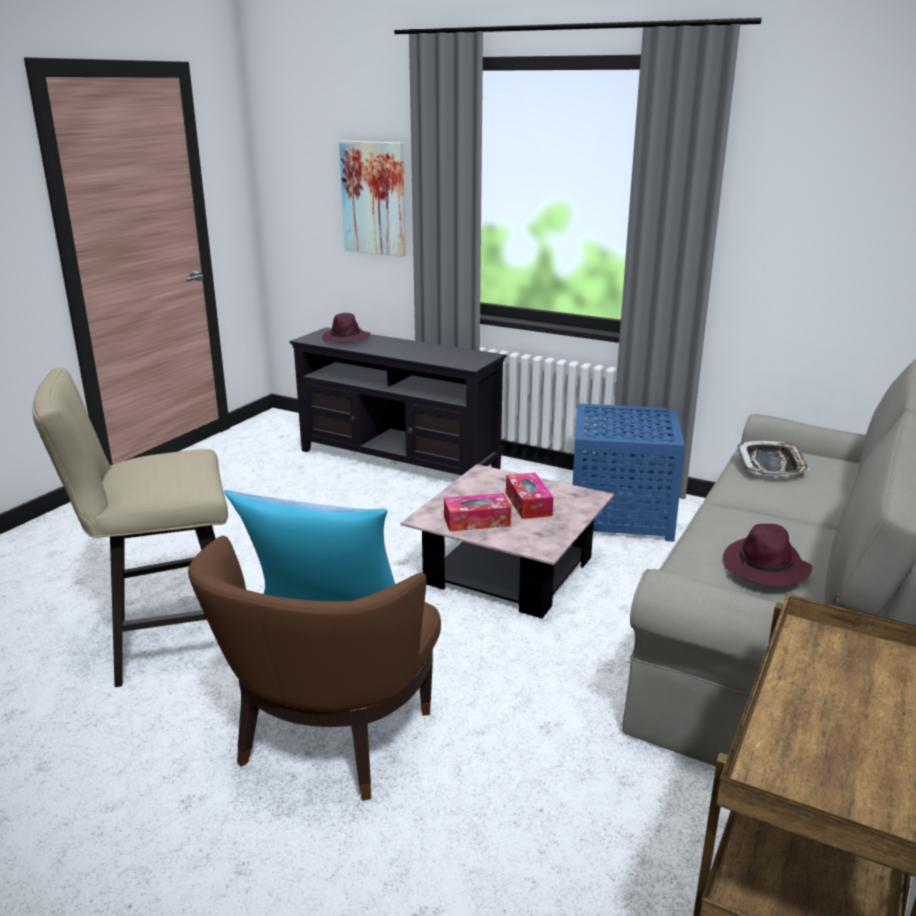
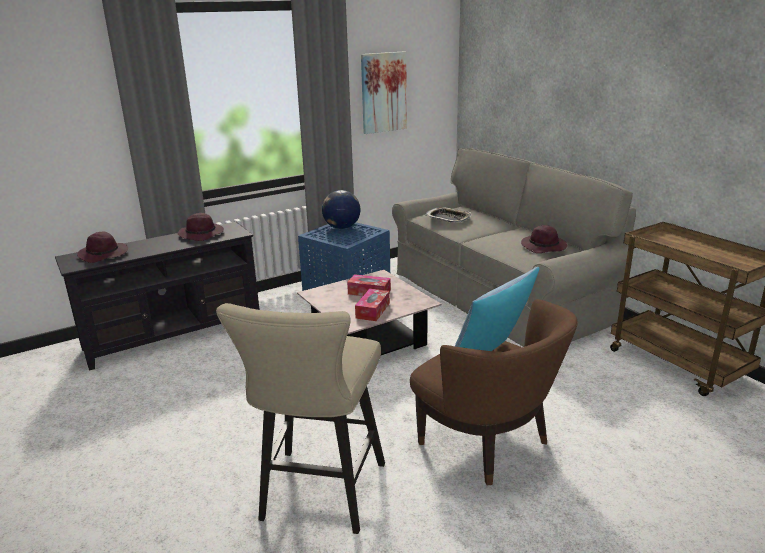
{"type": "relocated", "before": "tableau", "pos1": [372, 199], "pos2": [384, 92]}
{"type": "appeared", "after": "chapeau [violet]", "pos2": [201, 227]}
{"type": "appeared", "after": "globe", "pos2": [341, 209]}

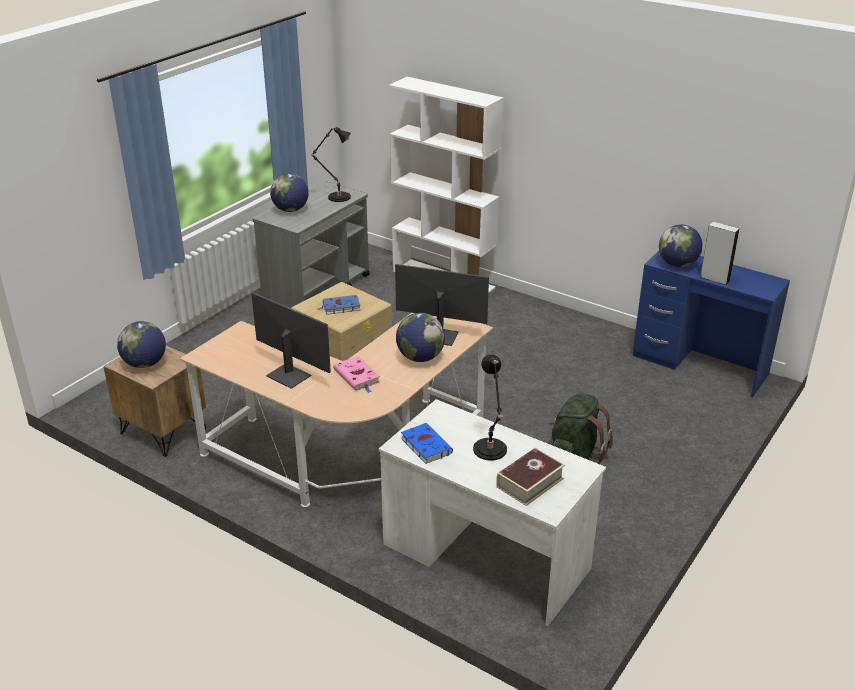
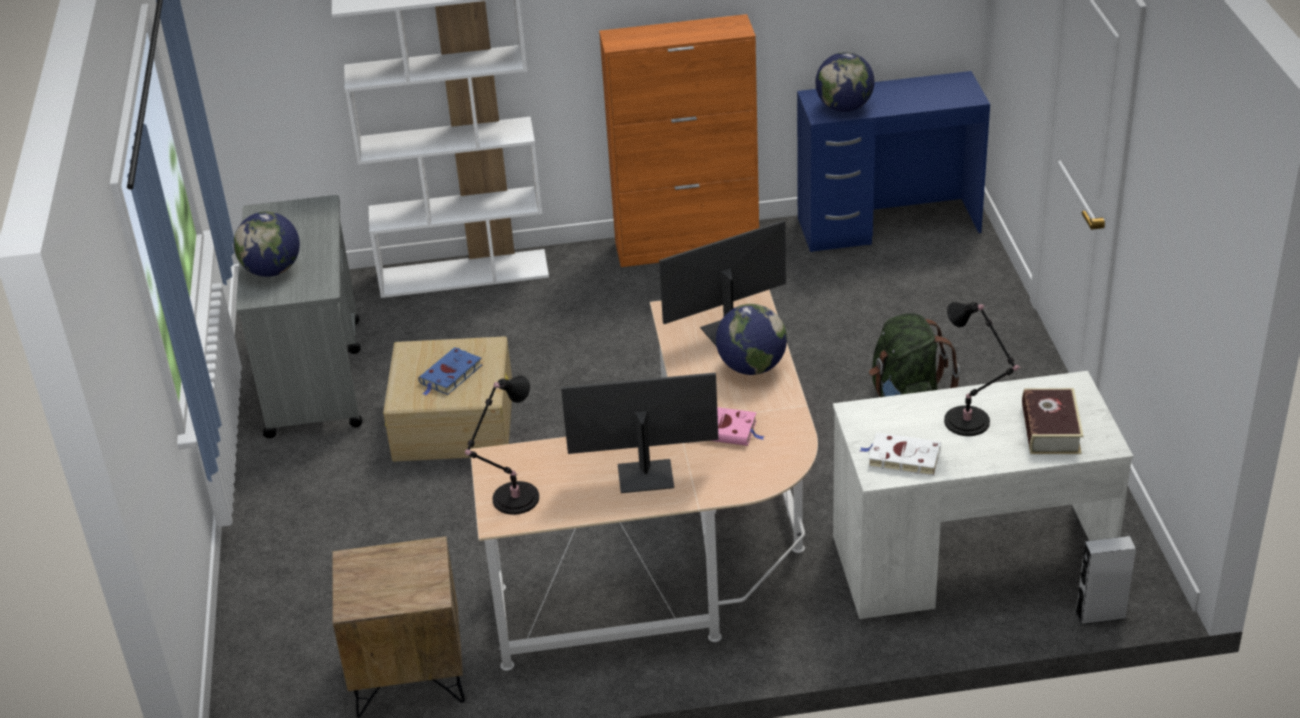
{"type": "missing", "before": "globe", "pos1": [141, 344]}
{"type": "relocated", "before": "lampe de table [noir]", "pos1": [330, 164], "pos2": [502, 445]}
{"type": "colour", "before": "livre [bleu]", "after": "livre [blanc]", "pos1": [427, 443], "pos2": [900, 454]}
{"type": "relocated", "before": "enceinte [gris]", "pos1": [720, 253], "pos2": [1105, 580]}
{"type": "appeared", "after": "meuble de rangement [orange]", "pos2": [679, 140]}

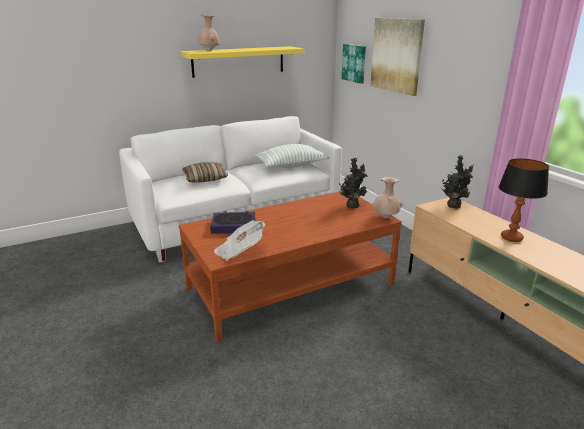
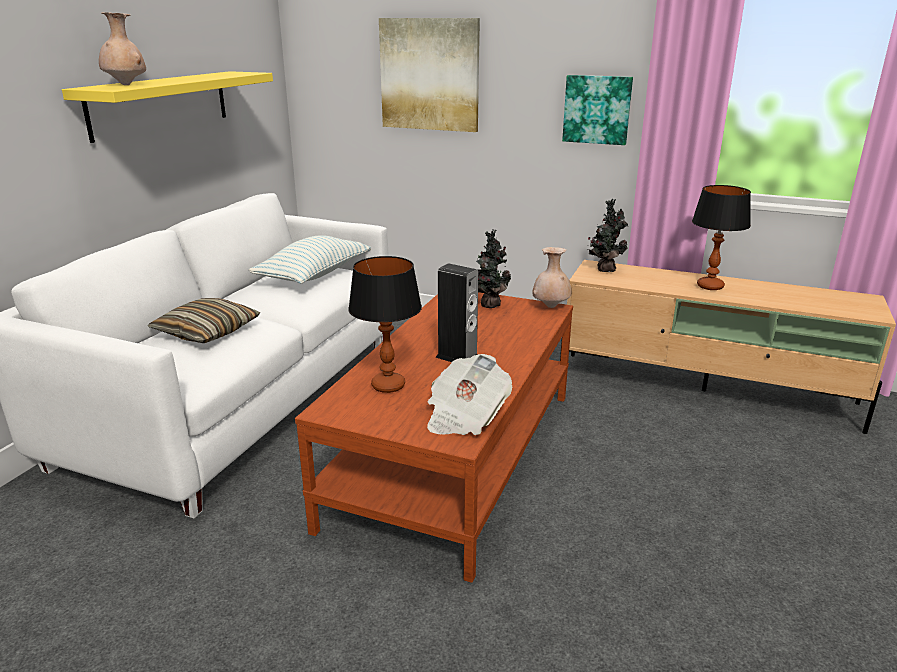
{"type": "exchanged", "before": "livre", "after": "lampe de table", "pos1": [233, 222], "pos2": [385, 324]}
{"type": "relocated", "before": "tableau", "pos1": [354, 64], "pos2": [597, 110]}
{"type": "appeared", "after": "enceinte", "pos2": [456, 312]}

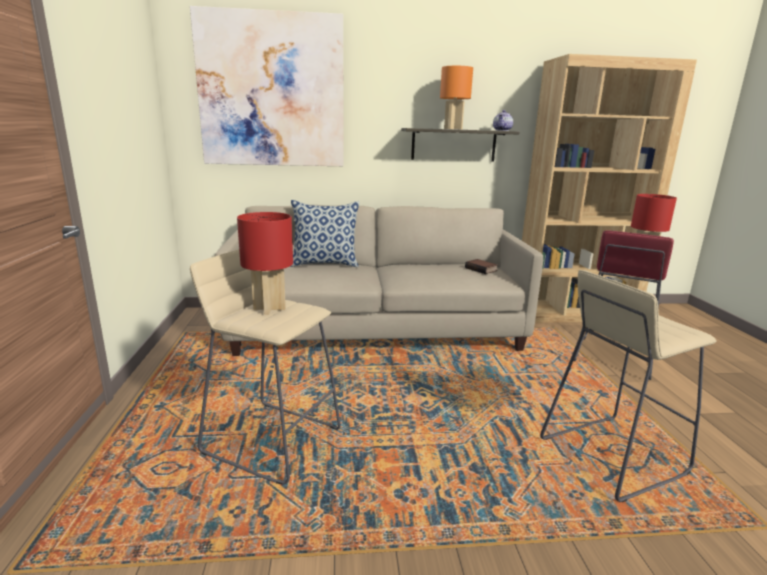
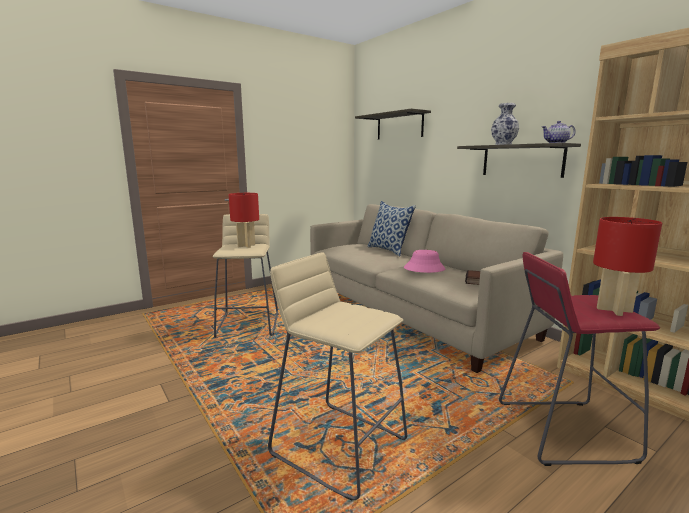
{"type": "exchanged", "before": "tableau", "after": "étagère", "pos1": [266, 86], "pos2": [393, 124]}
{"type": "exchanged", "before": "lampe de table [orange]", "after": "vase", "pos1": [456, 97], "pos2": [505, 124]}
{"type": "appeared", "after": "chapeau [rose]", "pos2": [424, 261]}

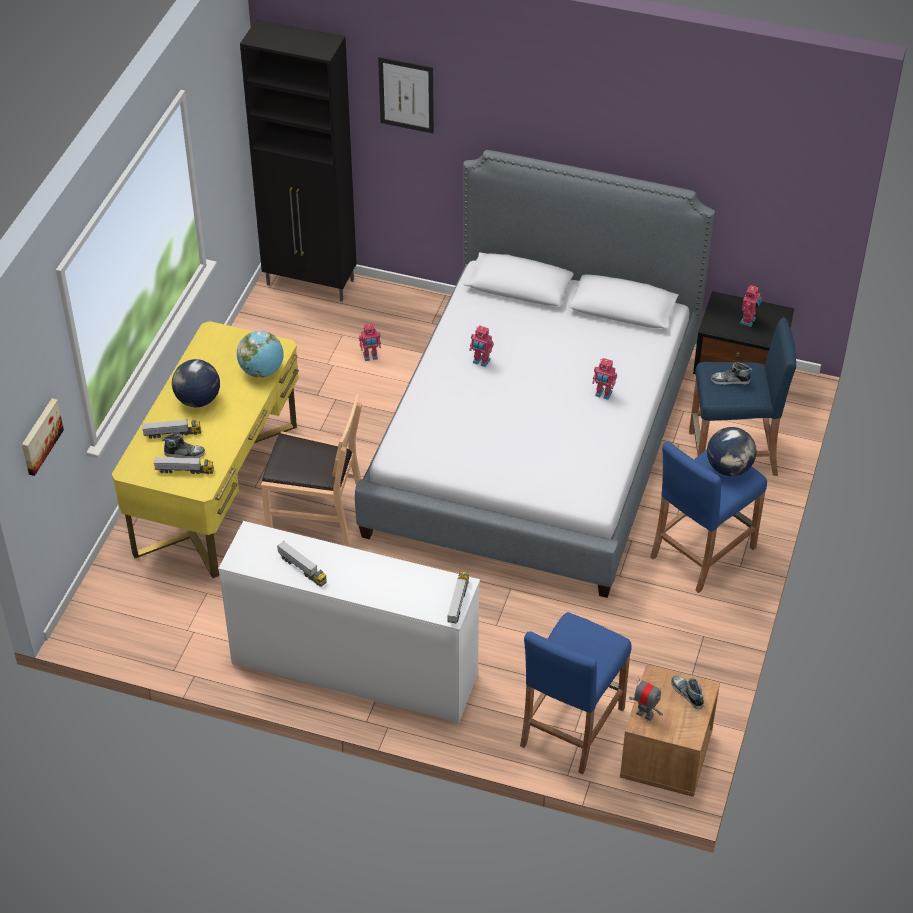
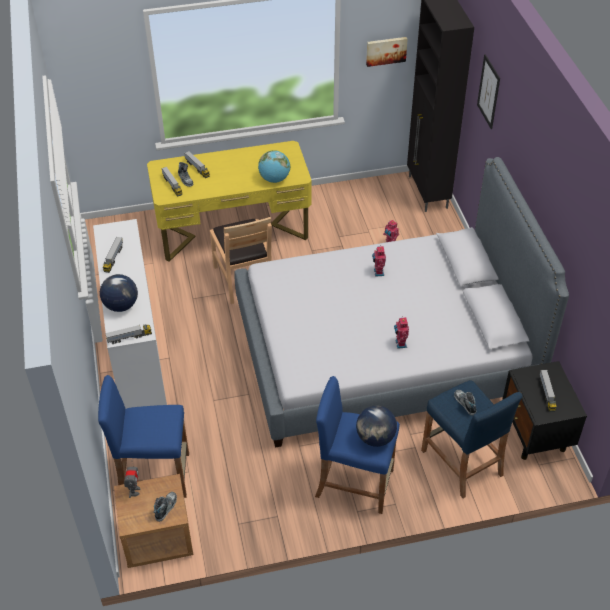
{"type": "relocated", "before": "tableau", "pos1": [43, 437], "pos2": [387, 52]}
{"type": "relocated", "before": "globe", "pos1": [196, 383], "pos2": [119, 293]}
{"type": "exchanged", "before": "robot jouet", "after": "camion jouet", "pos1": [751, 306], "pos2": [548, 391]}

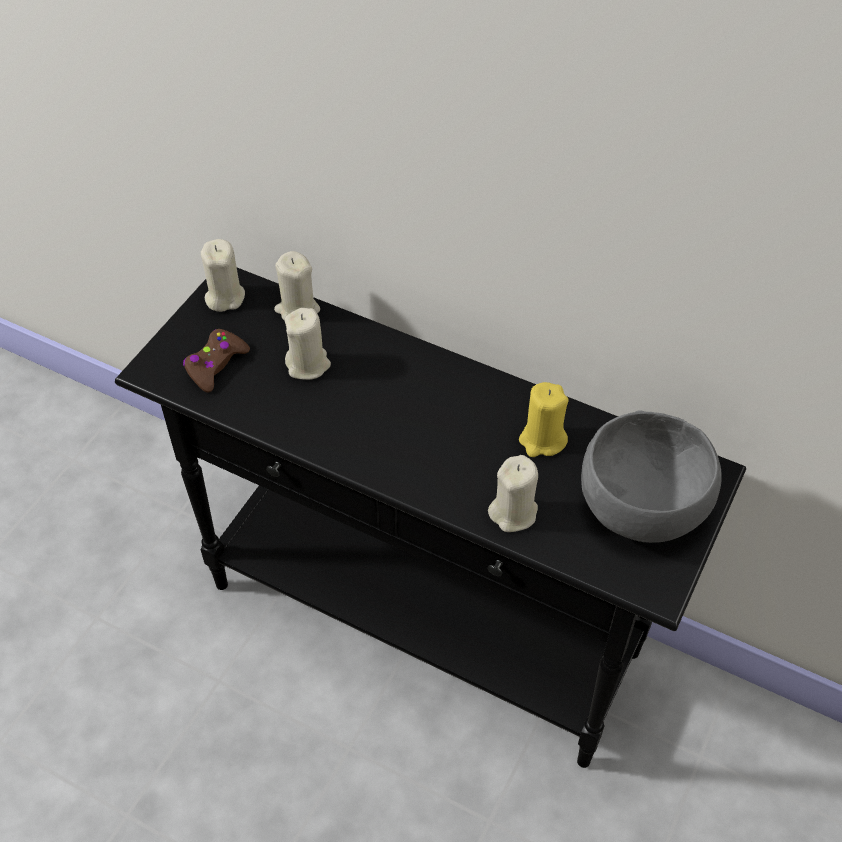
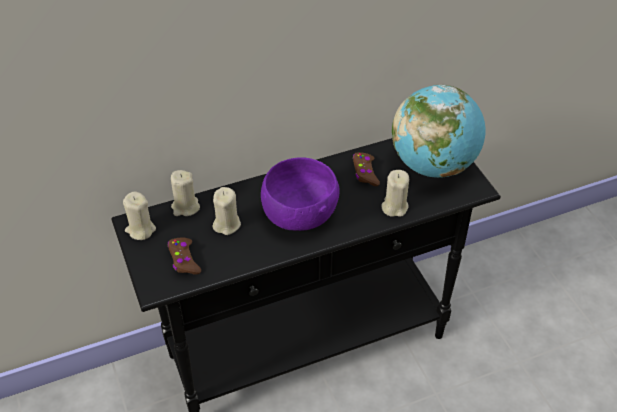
{"type": "exchanged", "before": "bougie [jaune]", "after": "manette [marron]", "pos1": [544, 419], "pos2": [366, 169]}
{"type": "exchanged", "before": "bol [gris]", "after": "globe", "pos1": [651, 476], "pos2": [439, 131]}
{"type": "appeared", "after": "bol [violet]", "pos2": [300, 194]}

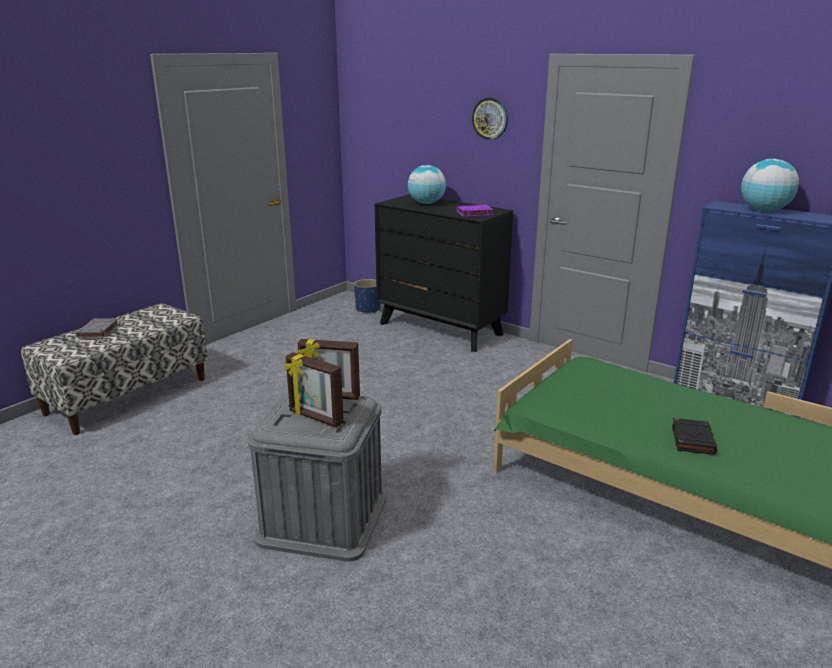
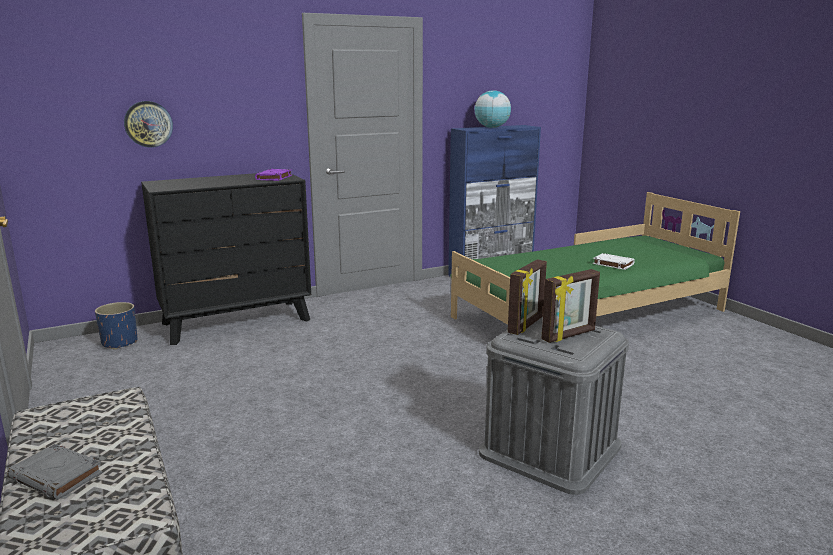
{"type": "missing", "before": "globe", "pos1": [427, 184]}
{"type": "relocated", "before": "horloge murale", "pos1": [490, 118], "pos2": [148, 124]}
{"type": "colour", "before": "livre [noir]", "after": "livre [blanc]", "pos1": [694, 436], "pos2": [614, 261]}

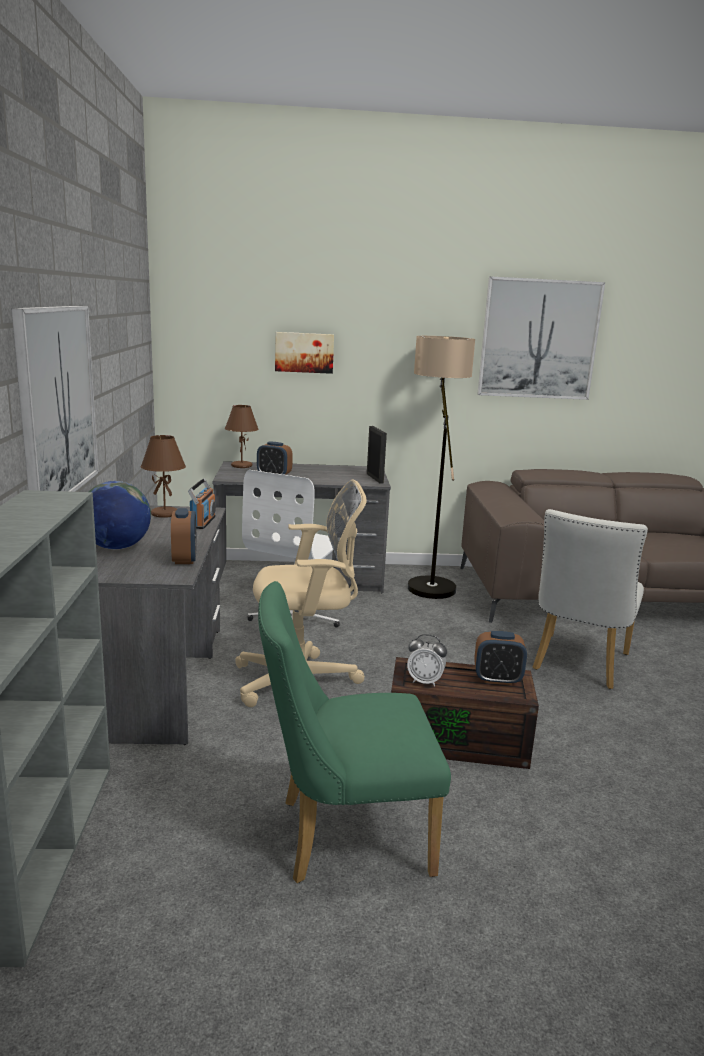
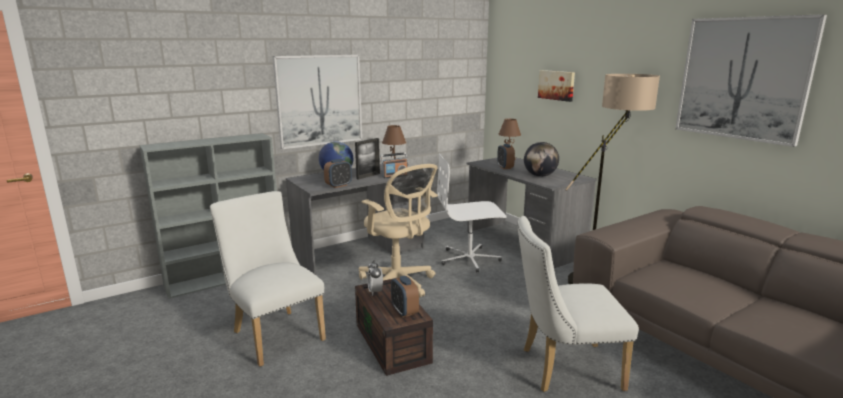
{"type": "colour", "before": "chaise [vert]", "after": "chaise [blanc]", "pos1": [354, 732], "pos2": [268, 279]}
{"type": "relocated", "before": "cadre photo", "pos1": [377, 455], "pos2": [367, 159]}
{"type": "appeared", "after": "globe", "pos2": [541, 159]}

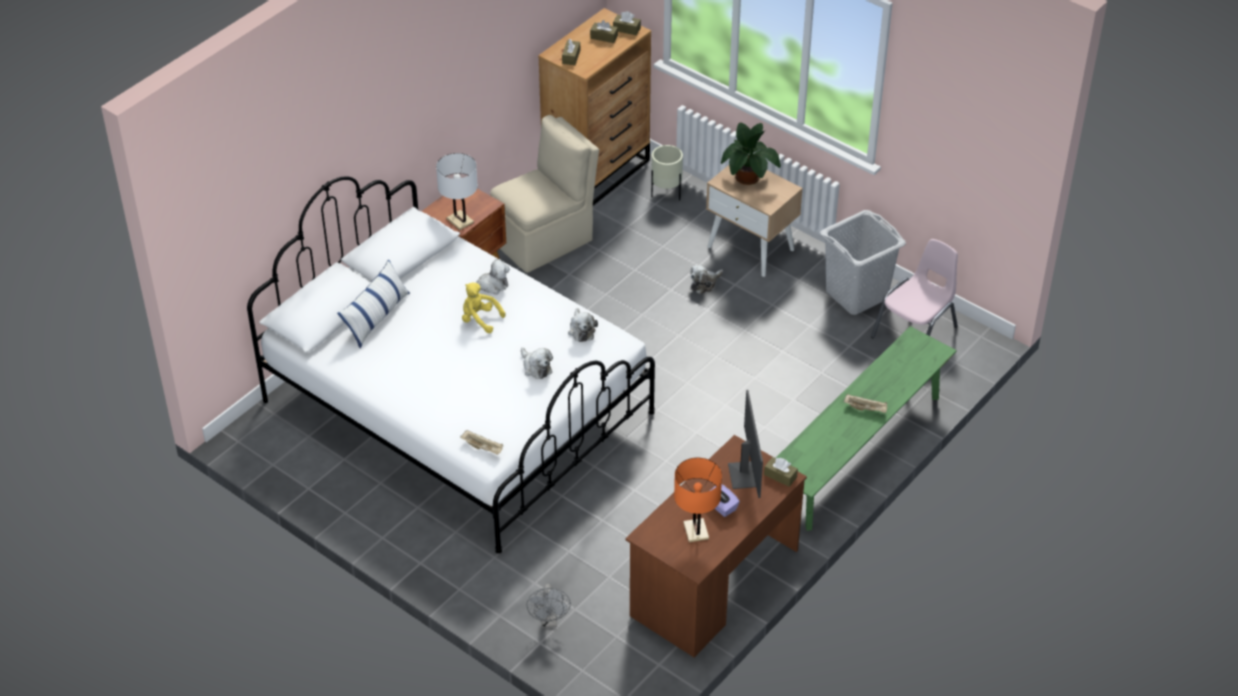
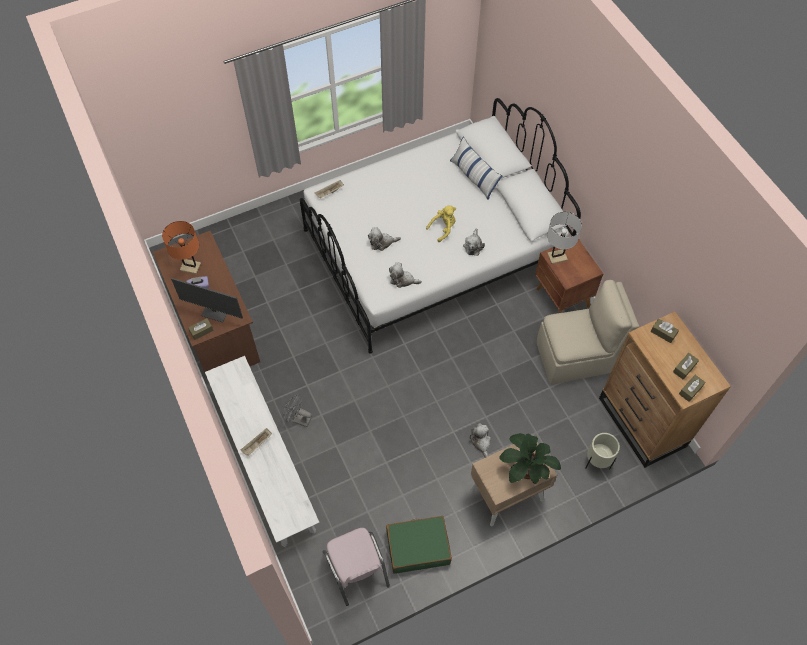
{"type": "spun", "before": "chaise [beige]", "pos1": [544, 194], "pos2": [588, 332], "turn": -90}
{"type": "relocated", "before": "ventilateur [gris]", "pos1": [548, 606], "pos2": [298, 410]}
{"type": "colour", "before": "banc [vert]", "after": "banc [blanc]", "pos1": [866, 428], "pos2": [262, 451]}
{"type": "exchanged", "before": "panier à linge [gris]", "after": "valise [vert]", "pos1": [863, 262], "pos2": [419, 545]}

